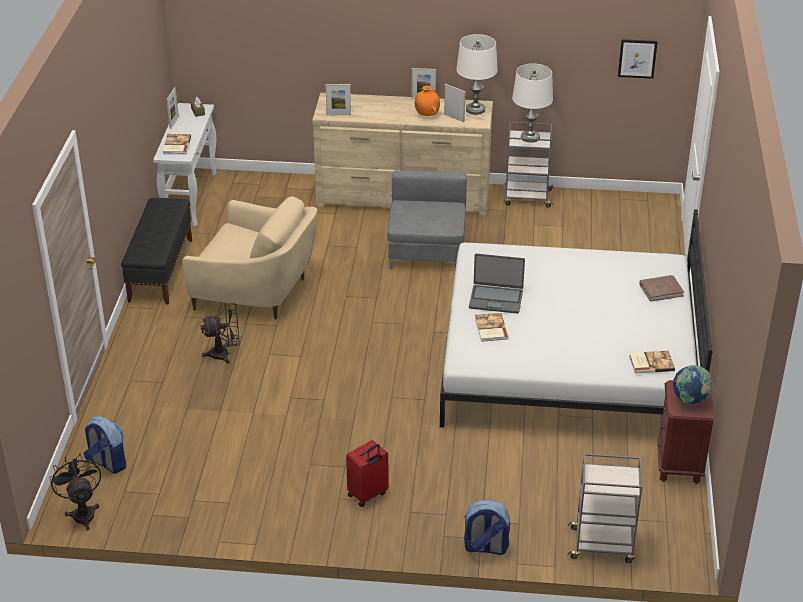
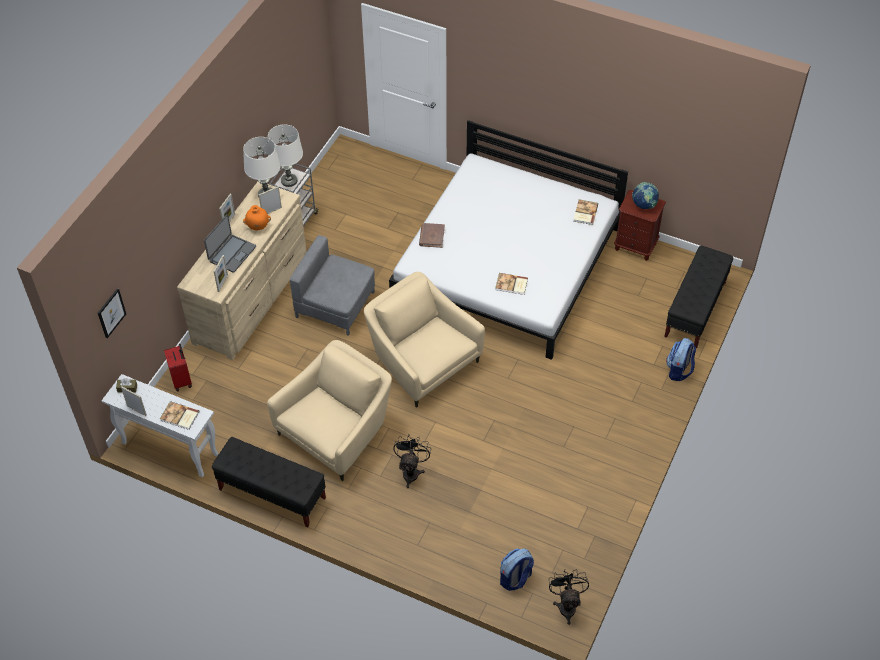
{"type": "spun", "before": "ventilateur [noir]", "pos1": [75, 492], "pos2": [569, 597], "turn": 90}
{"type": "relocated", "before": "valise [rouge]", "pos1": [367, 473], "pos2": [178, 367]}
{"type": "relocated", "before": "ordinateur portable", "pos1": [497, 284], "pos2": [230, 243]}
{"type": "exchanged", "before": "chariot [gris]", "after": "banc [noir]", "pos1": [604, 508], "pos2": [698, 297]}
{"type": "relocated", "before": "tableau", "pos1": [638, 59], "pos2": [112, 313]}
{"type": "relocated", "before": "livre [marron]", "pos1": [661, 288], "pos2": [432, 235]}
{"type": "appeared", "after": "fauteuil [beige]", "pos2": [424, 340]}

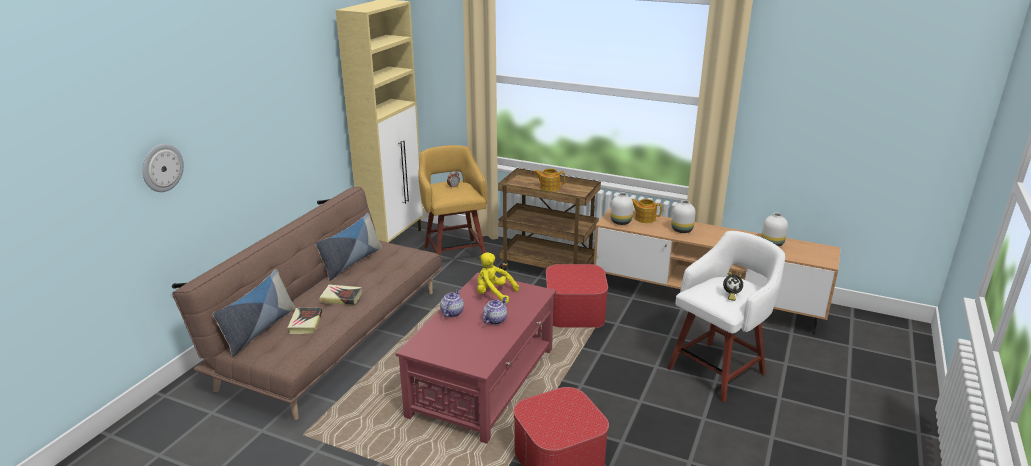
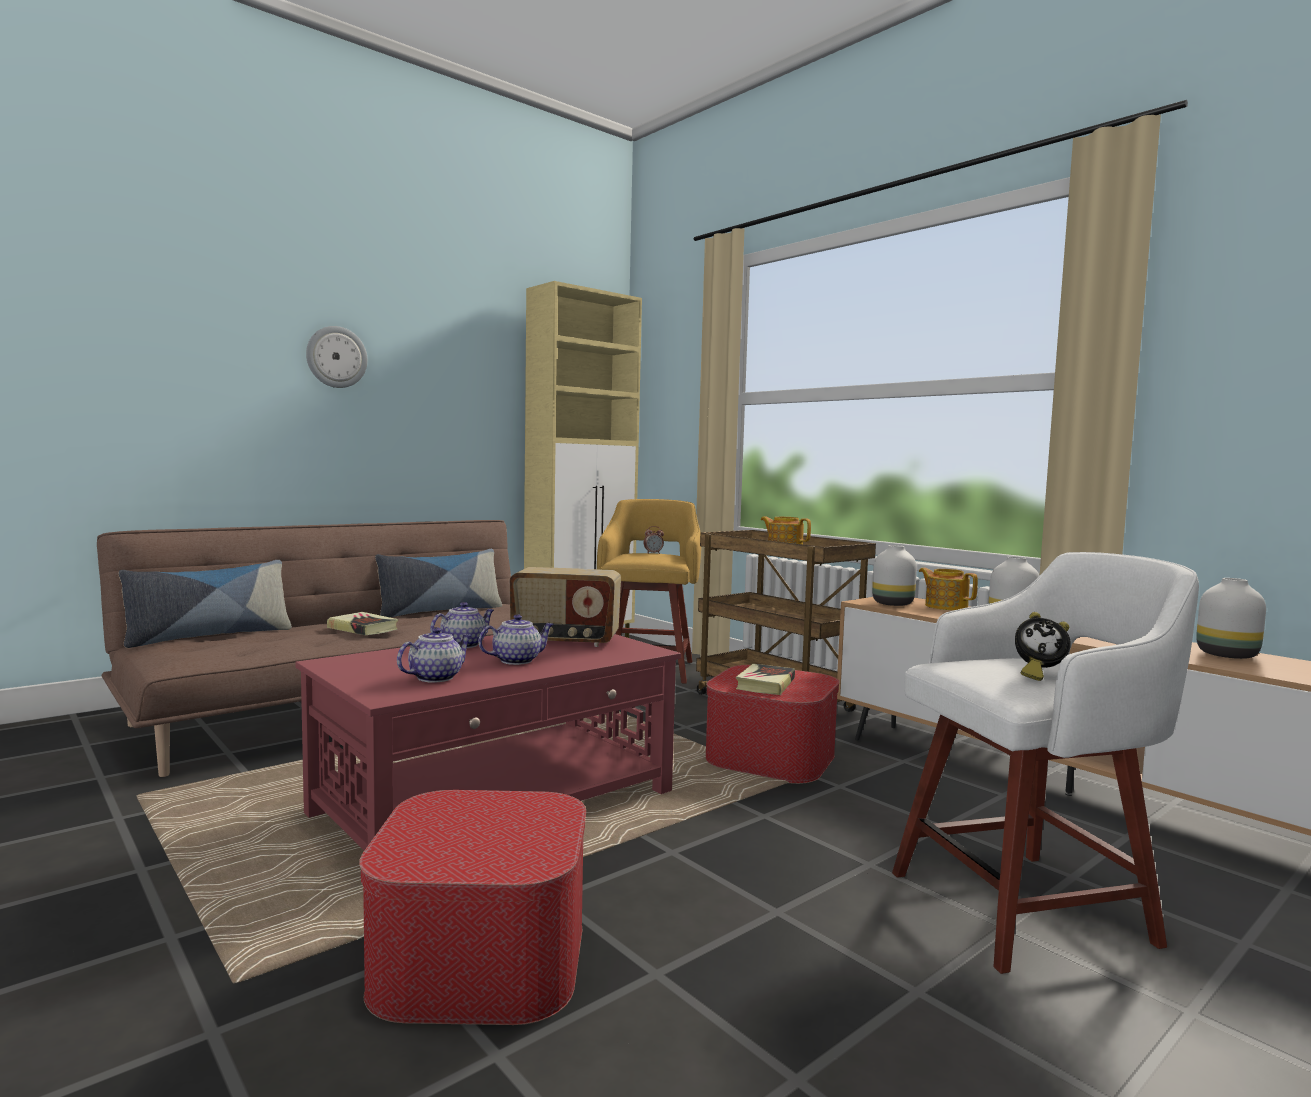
{"type": "relocated", "before": "horloge murale", "pos1": [163, 168], "pos2": [337, 357]}
{"type": "relocated", "before": "livre", "pos1": [305, 320], "pos2": [765, 679]}
{"type": "exchanged", "before": "peluche [jaune]", "after": "radio", "pos1": [498, 277], "pos2": [565, 607]}
{"type": "appeared", "after": "théière", "pos2": [434, 655]}

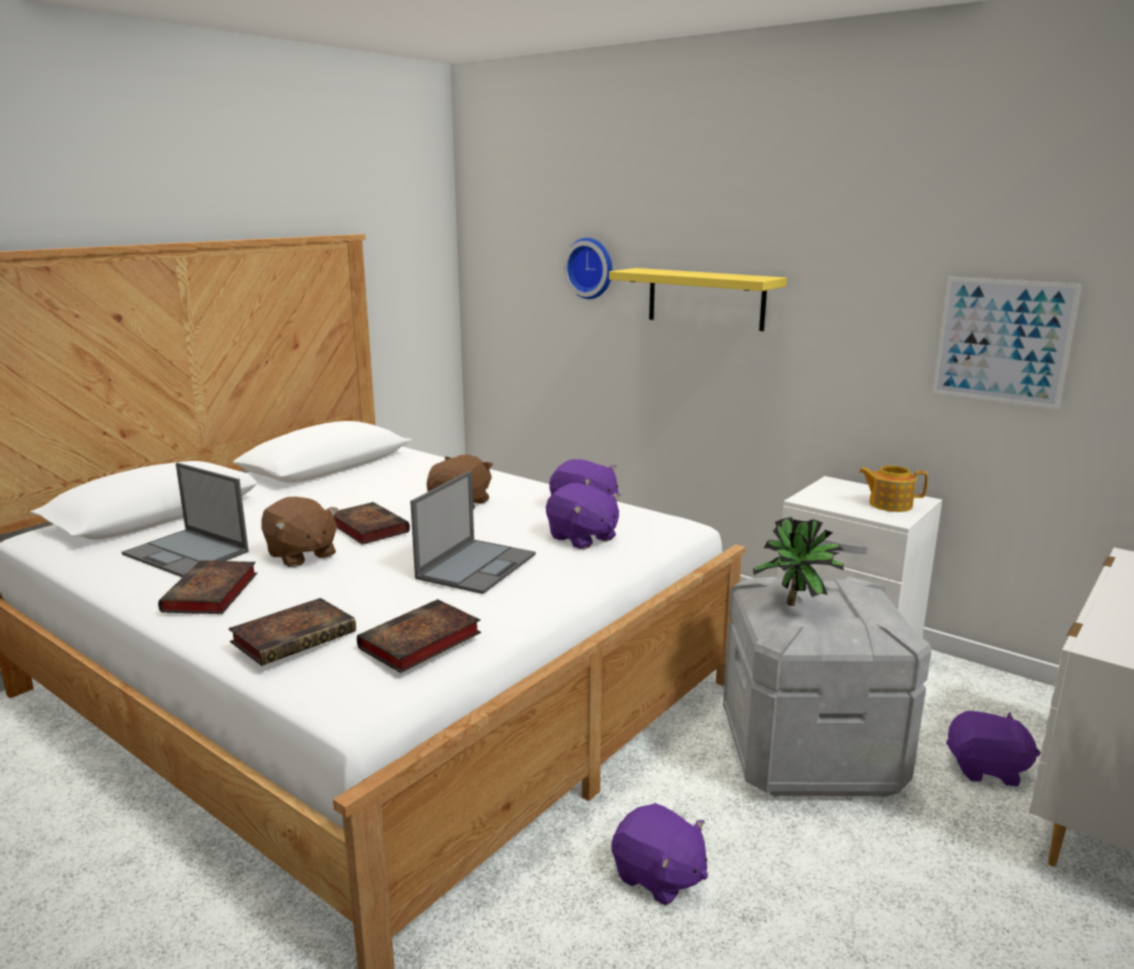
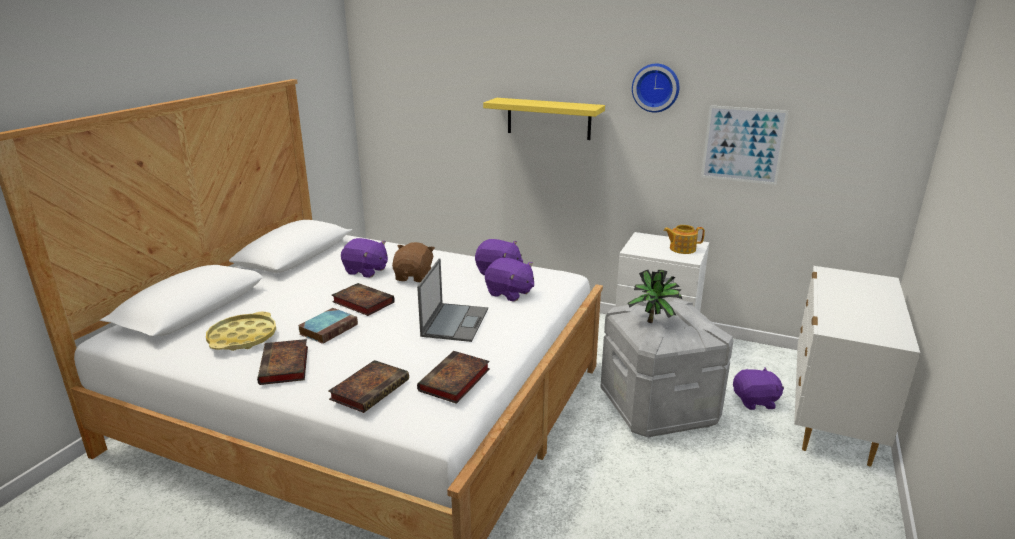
{"type": "exchanged", "before": "ordinateur portable", "after": "plateau [jaune]", "pos1": [185, 520], "pos2": [241, 331]}
{"type": "exchanged", "before": "peluche [marron]", "after": "livre", "pos1": [300, 532], "pos2": [328, 326]}
{"type": "relocated", "before": "horloge murale", "pos1": [587, 268], "pos2": [655, 88]}
{"type": "relocated", "before": "peluche [violet]", "pos1": [660, 854], "pos2": [364, 258]}

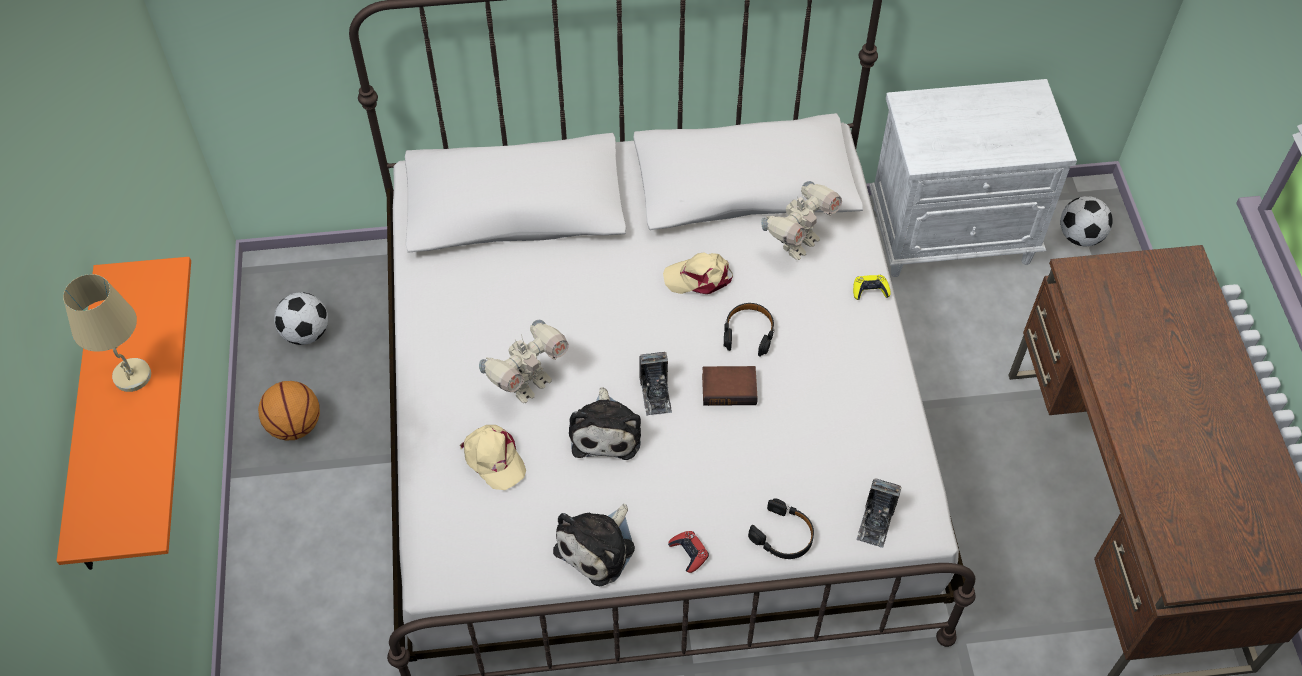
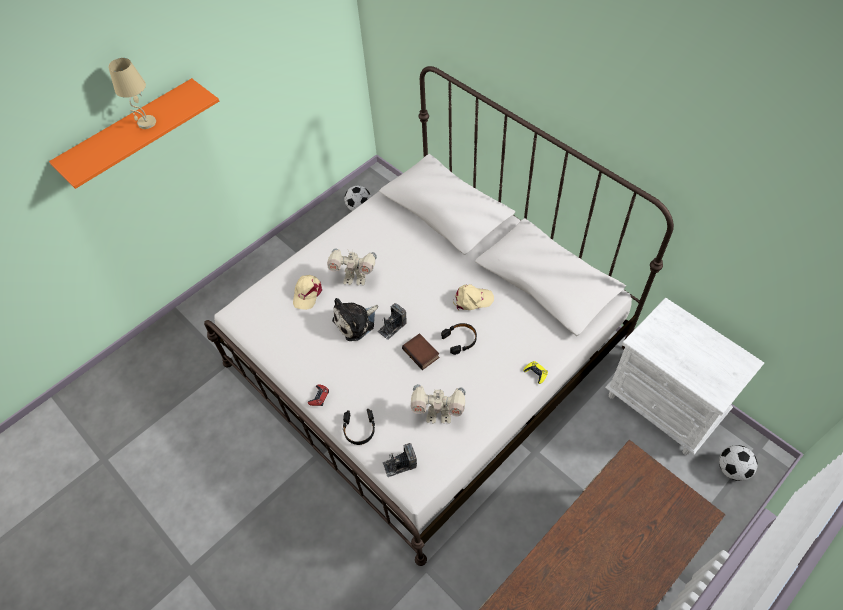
{"type": "missing", "before": "ballon de basket", "pos1": [289, 410]}
{"type": "missing", "before": "peluche", "pos1": [594, 545]}
{"type": "spun", "before": "casquette [beige]", "pos1": [698, 273], "pos2": [473, 297], "turn": 120}
{"type": "relocated", "before": "robot jouet", "pos1": [801, 220], "pos2": [438, 403]}

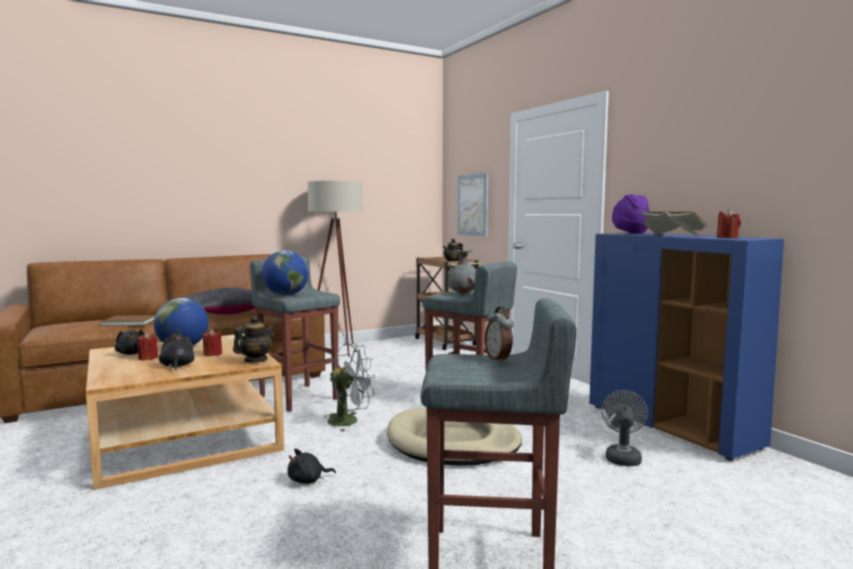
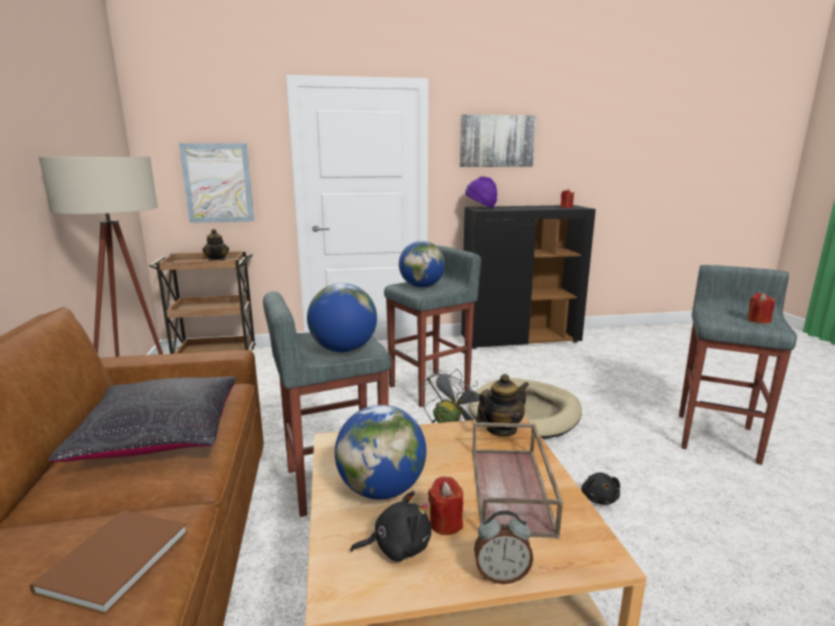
{"type": "exchanged", "before": "peluche [noir]", "after": "plateau [marron]", "pos1": [176, 353], "pos2": [517, 480]}
{"type": "relocated", "before": "bougie [rouge]", "pos1": [212, 342], "pos2": [761, 308]}
{"type": "spun", "before": "théière", "pos1": [254, 339], "pos2": [502, 405], "turn": 90}
{"type": "exchanged", "before": "vase [gris]", "after": "globe", "pos1": [462, 272], "pos2": [422, 264]}
{"type": "relocated", "before": "réveil", "pos1": [499, 335], "pos2": [503, 547]}
{"type": "colour", "before": "meuble de rangement [bleu]", "after": "meuble de rangement [noir]", "pos1": [686, 347], "pos2": [528, 277]}
{"type": "missing", "before": "ventilateur [gris]", "pos1": [624, 428]}
{"type": "missing", "before": "livre", "pos1": [674, 223]}
{"type": "appeared", "after": "tableau", "pos2": [498, 140]}

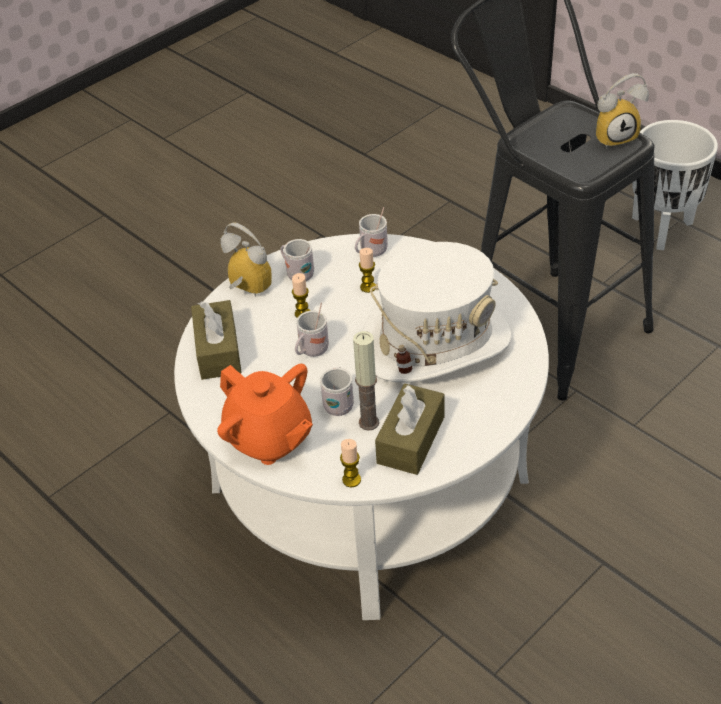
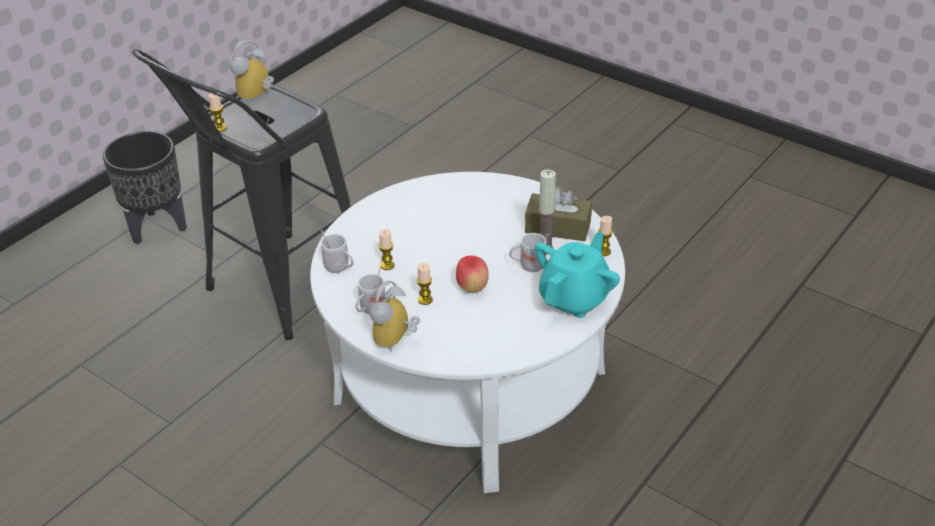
{"type": "missing", "before": "boîte à mouchoirs [marron]", "pos1": [216, 340]}
{"type": "colour", "before": "théière [orange]", "after": "théière [turquoise]", "pos1": [265, 414], "pos2": [577, 275]}
{"type": "exchanged", "before": "mug [blanc]", "after": "pomme", "pos1": [312, 330], "pos2": [472, 274]}
{"type": "missing", "before": "chapeau [blanc]", "pos1": [437, 312]}
{"type": "spun", "before": "réveil", "pos1": [622, 111], "pos2": [252, 72], "turn": -120}
{"type": "colour", "before": "cache-pot [blanc]", "after": "cache-pot [noir]", "pos1": [675, 185], "pos2": [145, 187]}
{"type": "appeared", "after": "bougie", "pos2": [217, 112]}

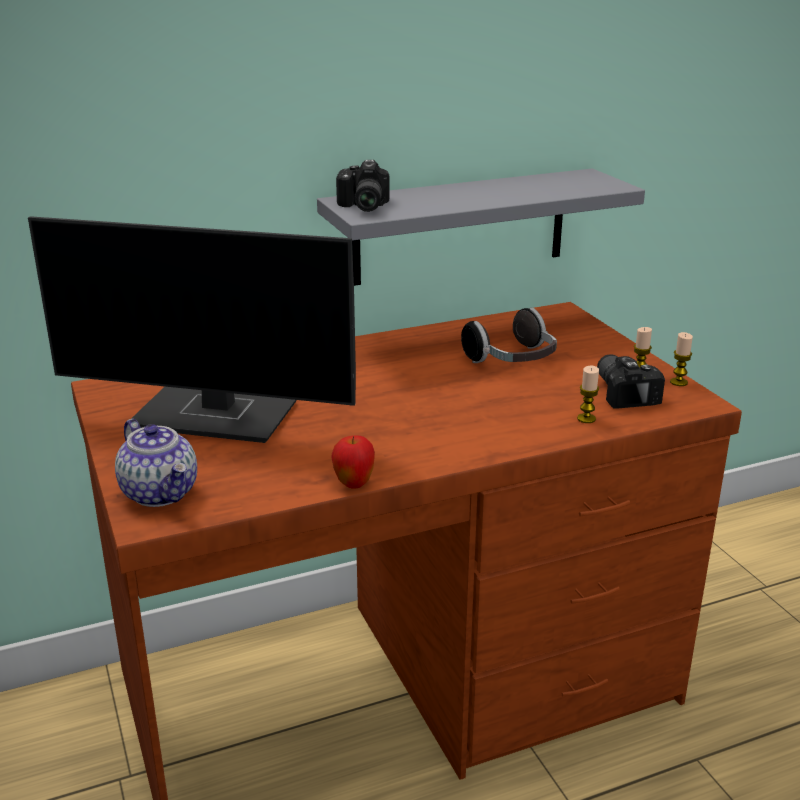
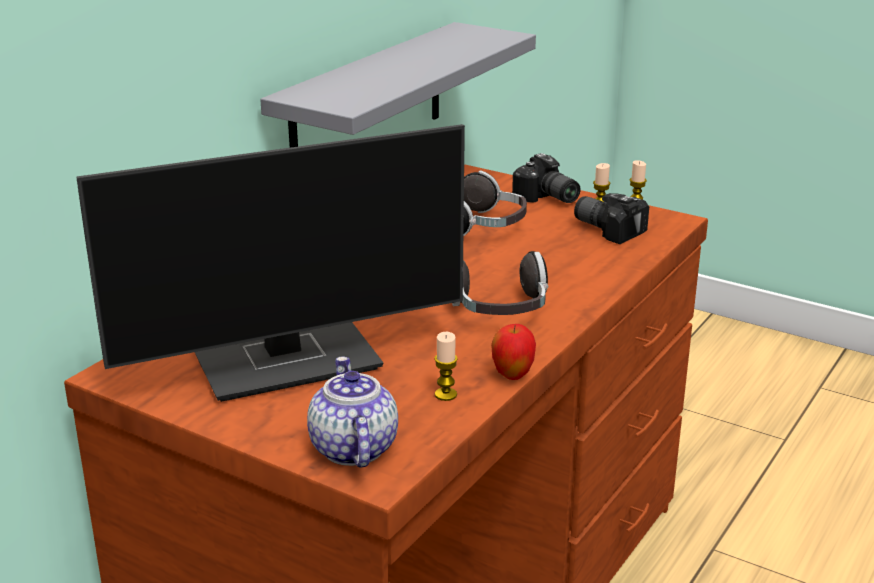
{"type": "spun", "before": "théière", "pos1": [156, 463], "pos2": [352, 412], "turn": -120}
{"type": "relocated", "before": "appareil photo", "pos1": [363, 186], "pos2": [546, 178]}
{"type": "relocated", "before": "bougie", "pos1": [588, 394], "pos2": [446, 366]}
{"type": "appeared", "after": "casque audio", "pos2": [500, 283]}

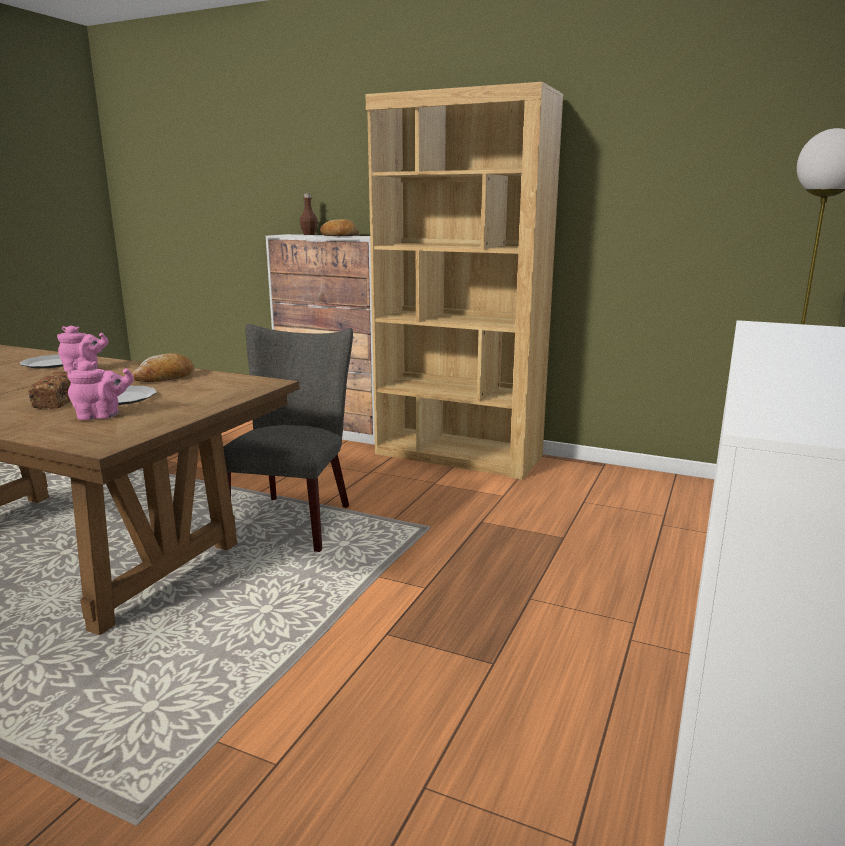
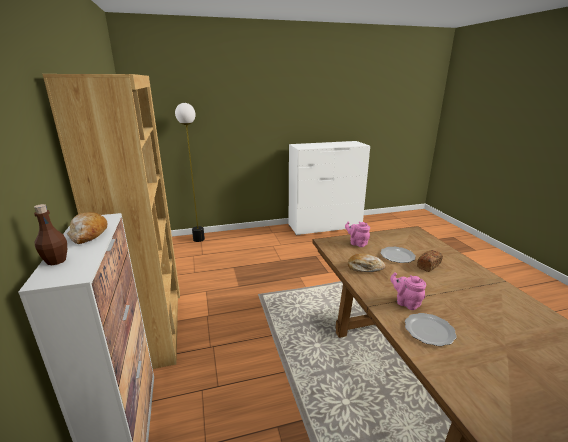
{"type": "relocated", "before": "théière [rose]", "pos1": [100, 390], "pos2": [357, 234]}
{"type": "missing", "before": "chaise [gris]", "pos1": [288, 438]}

